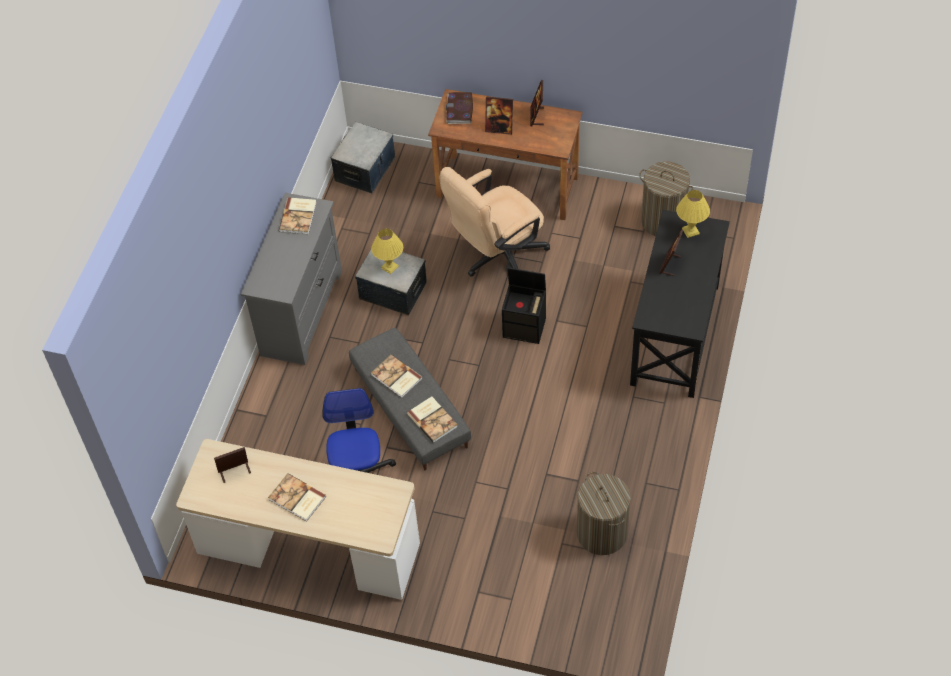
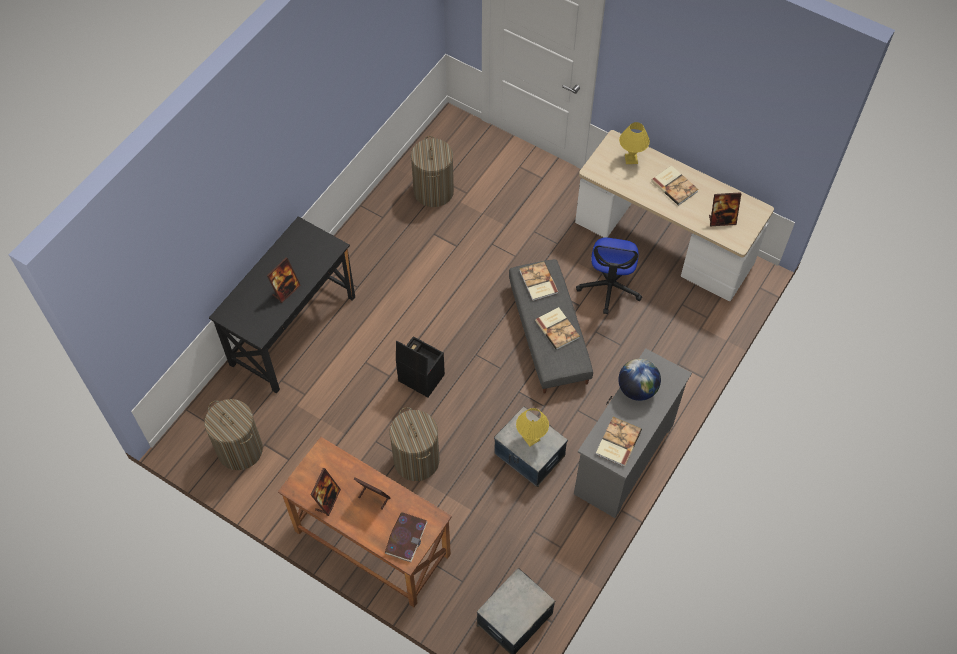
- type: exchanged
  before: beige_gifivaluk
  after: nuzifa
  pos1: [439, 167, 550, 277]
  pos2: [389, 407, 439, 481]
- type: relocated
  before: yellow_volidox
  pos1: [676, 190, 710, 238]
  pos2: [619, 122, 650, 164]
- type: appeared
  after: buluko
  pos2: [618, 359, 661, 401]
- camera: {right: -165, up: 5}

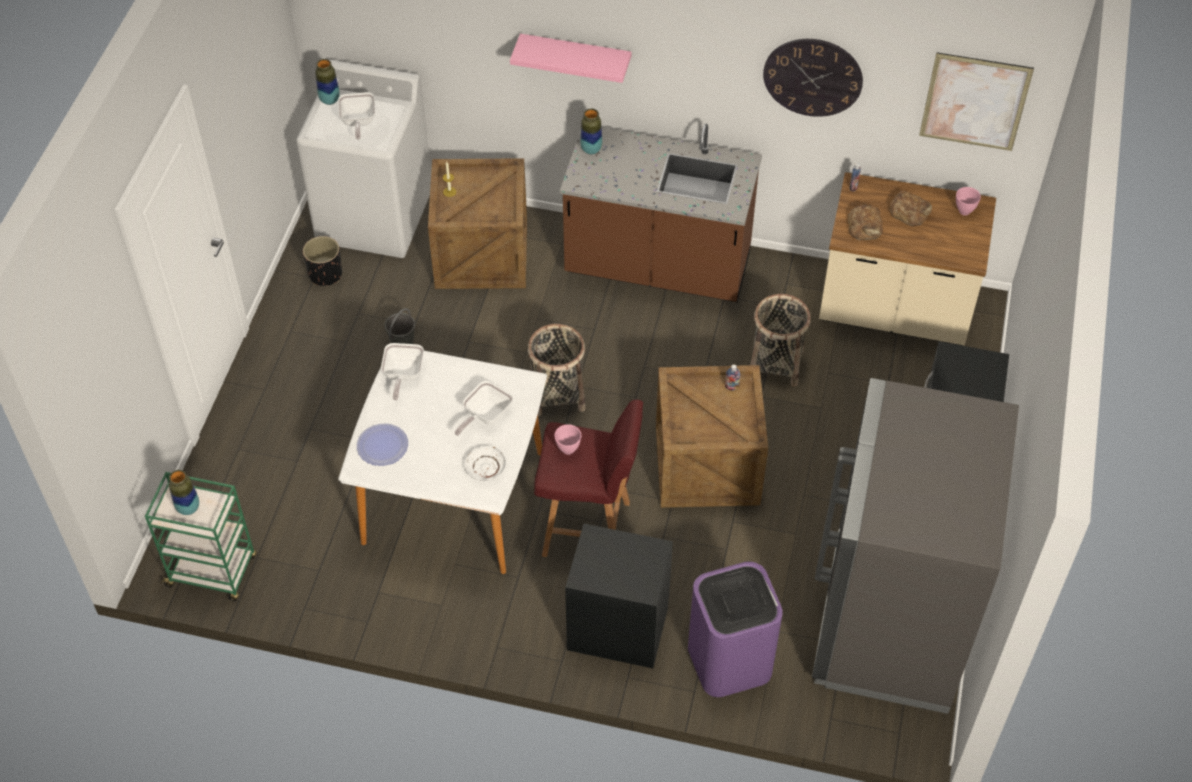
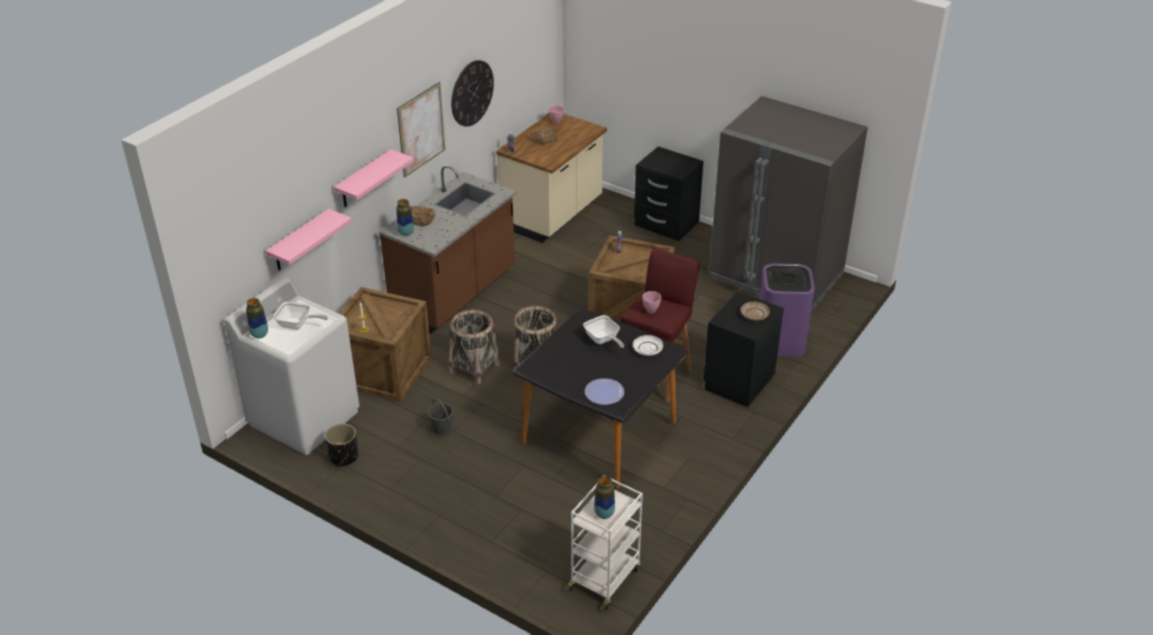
- type: colour
  before: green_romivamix
  after: white_romivamix
  pos1: [145, 472, 257, 601]
  pos2: [565, 475, 643, 611]
- type: colour
  before: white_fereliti
  after: black_fereliti
  pos1: [338, 351, 547, 574]
  pos2: [512, 308, 688, 488]
- type: missing
  before: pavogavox
  pos1: [381, 343, 424, 400]
- type: relocated
  before: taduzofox
  pos1: [750, 294, 810, 387]
  pos2: [449, 309, 500, 384]
- type: relocated
  before: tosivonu
  pos1: [848, 204, 883, 240]
  pos2: [411, 206, 435, 226]
- type: relocated
  before: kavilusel
  pos1: [919, 52, 1034, 151]
  pos2: [397, 82, 445, 178]
- type: appeared
  after: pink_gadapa
  pos2: [265, 209, 352, 271]
- type: appeared
  after: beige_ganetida
  pos2: [741, 301, 770, 321]
- camera: {right: -70, up: -15}

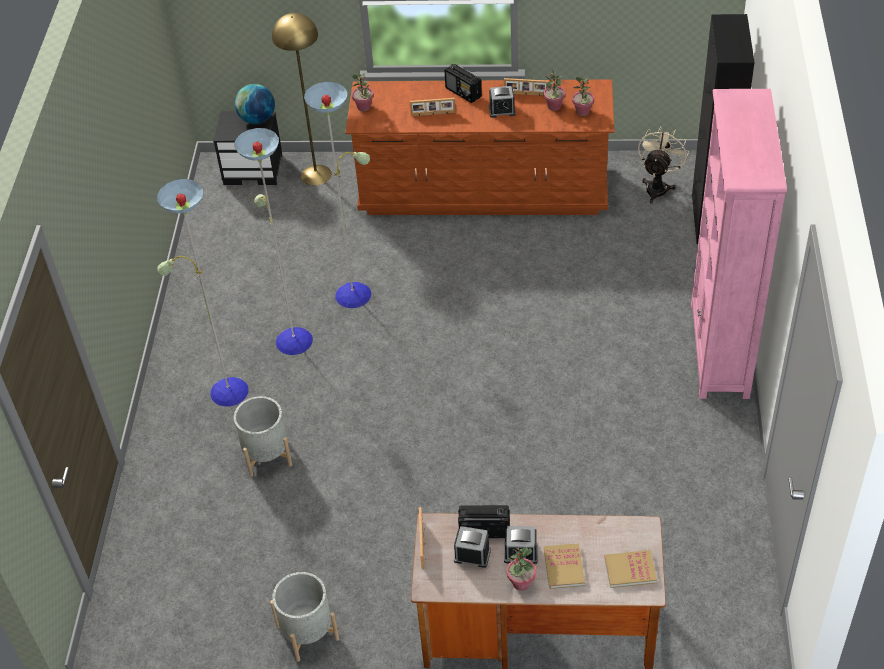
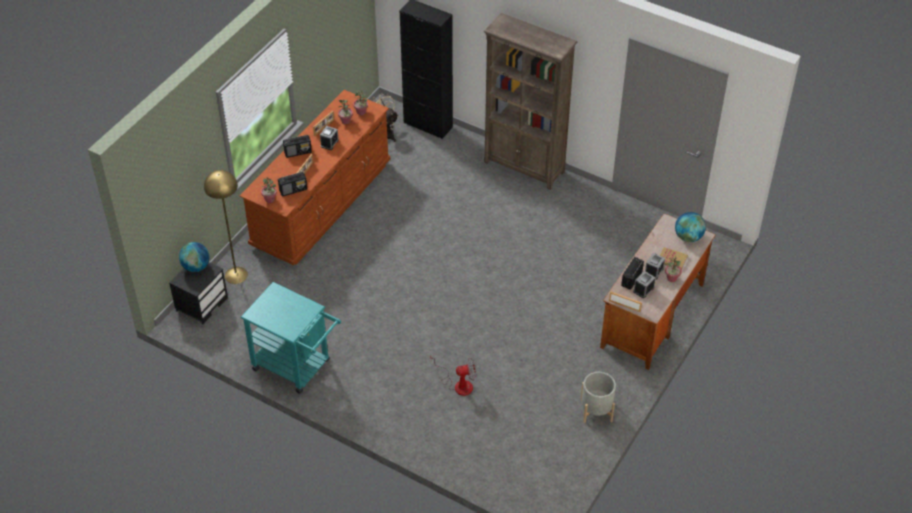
- type: missing
  before: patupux
  pos1: [157, 82, 371, 407]
- type: exchanged
  before: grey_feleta
  after: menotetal
  pos1: [234, 396, 292, 477]
  pos2: [431, 357, 477, 396]
- type: exchanged
  before: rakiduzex
  after: buluko
  pos1: [604, 550, 657, 588]
  pos2: [675, 212, 706, 242]
- type: colour
  before: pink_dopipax
  after: brown_dopipax
  pos1: [691, 89, 787, 399]
  pos2: [484, 13, 577, 190]
- type: appeared
  after: turquoise_romivamix
  pos2: [241, 282, 341, 394]
- type: appeared
  after: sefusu
  pos2: [278, 172, 307, 196]
- camera: {right: -65, up: 0}

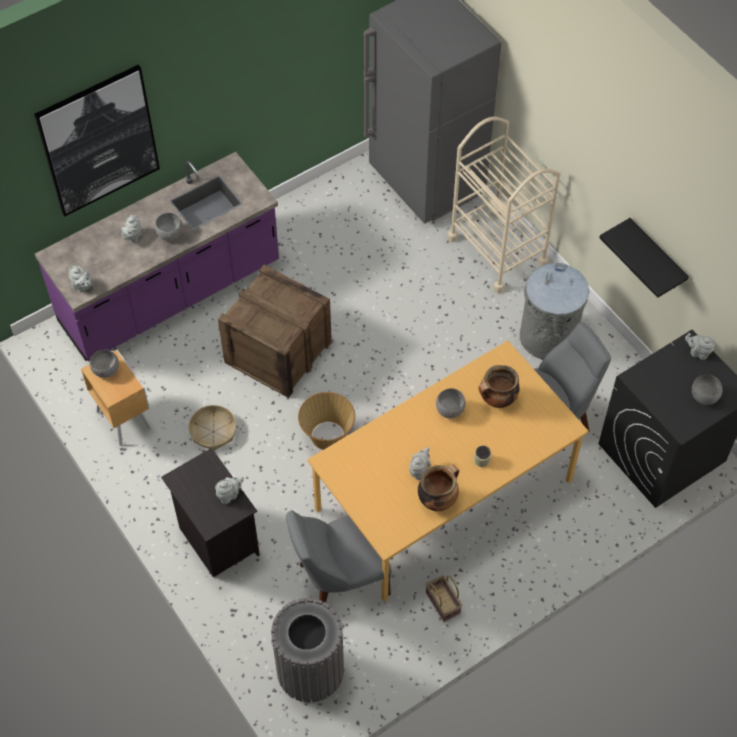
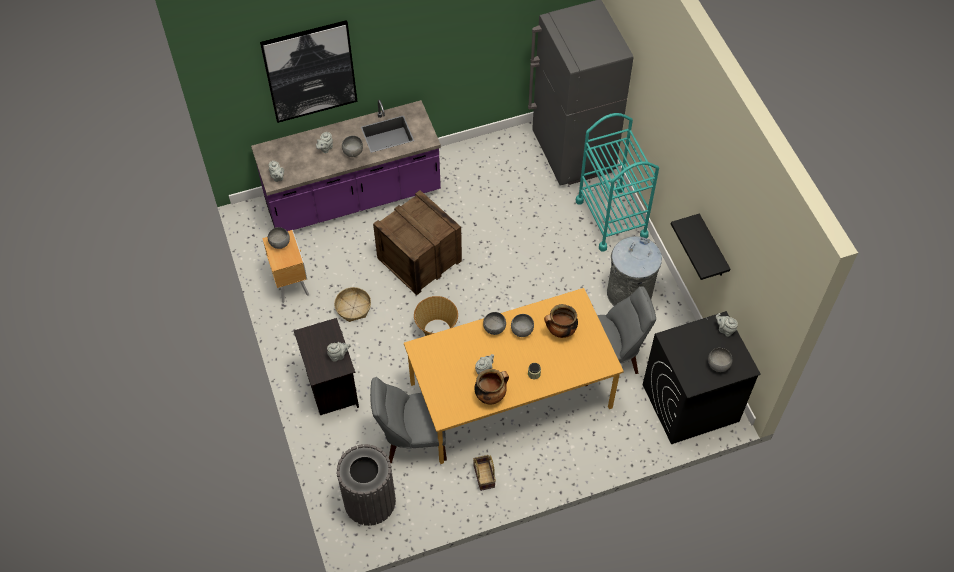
- type: colour
  before: beige_romivamix
  after: turquoise_romivamix
  pos1: [447, 116, 560, 293]
  pos2: [576, 113, 659, 252]
- type: appeared
  after: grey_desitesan
  pos2: [483, 312, 506, 335]
- camera: {right: 15, up: 0}

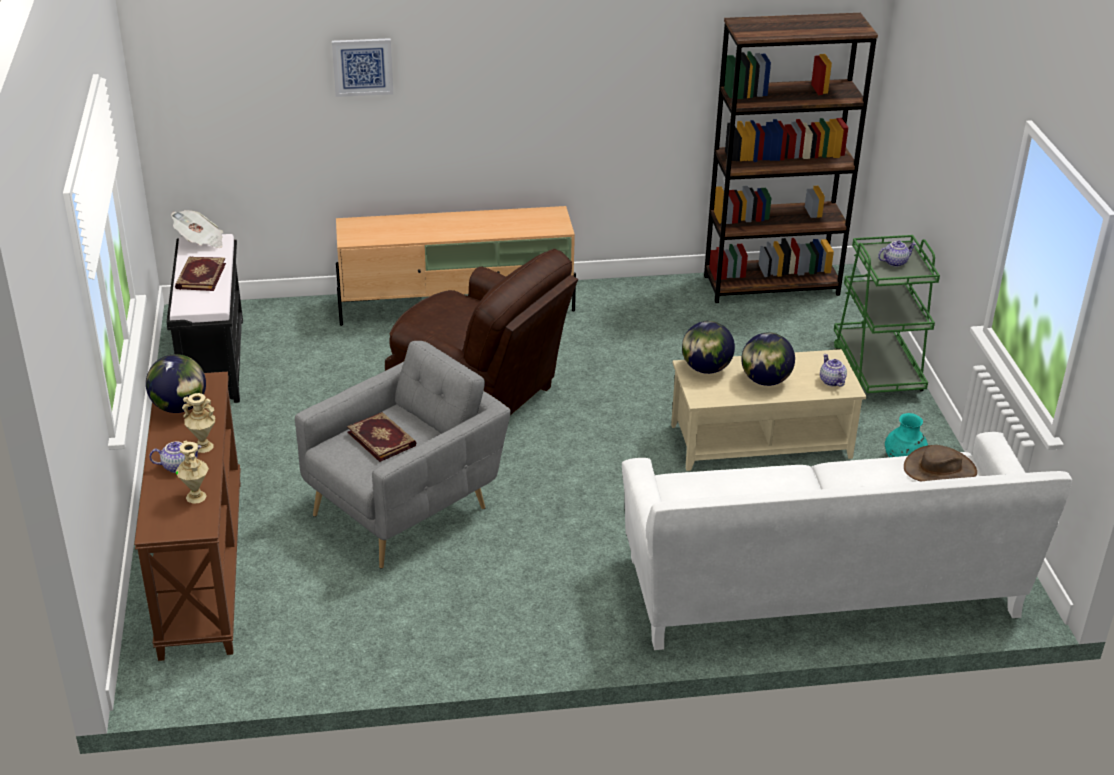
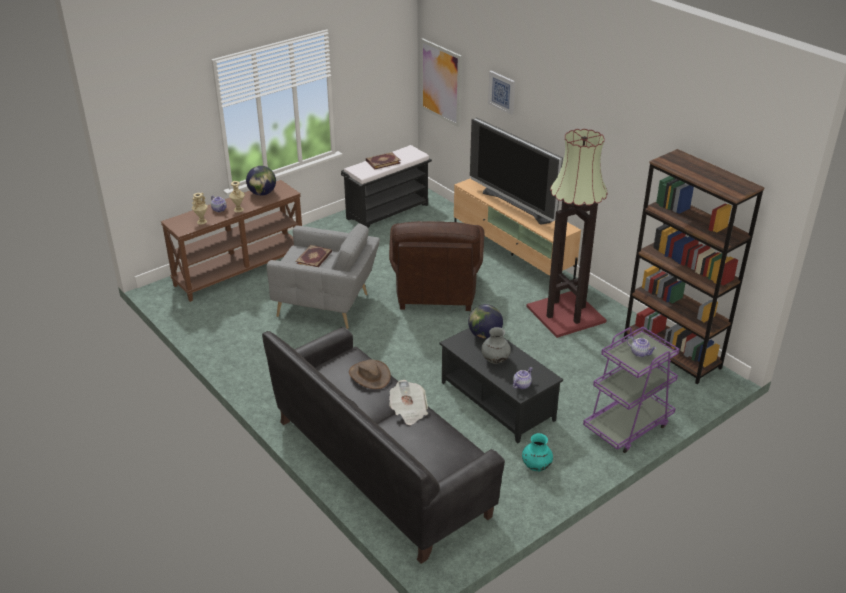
- type: relocated
  before: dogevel
  pos1: [171, 210, 223, 248]
  pos2: [389, 380, 428, 425]
- type: colour
  before: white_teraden
  after: black_teraden
  pos1: [622, 432, 1072, 650]
  pos2: [262, 327, 505, 564]
- type: colour
  before: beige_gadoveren
  after: black_gadoveren
  pos1: [671, 349, 866, 471]
  pos2: [439, 328, 563, 443]
- type: exchanged
  before: buluko
  after: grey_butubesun
  pos1: [741, 332, 795, 386]
  pos2: [481, 327, 511, 364]
- type: colour
  before: green_romivamix
  after: purple_romivamix
  pos1: [834, 235, 940, 393]
  pos2: [583, 326, 679, 453]
- type: relocated
  before: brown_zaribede
  pos1: [904, 445, 977, 481]
  pos2: [349, 359, 391, 389]
- type: appeared
  after: kavilusel
  pos2: [421, 38, 462, 127]
- type: appeared
  after: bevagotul
  pos2: [470, 117, 563, 224]
- type: appeared
  after: patupux
  pos2: [526, 129, 608, 338]
- camera: {right: 60, up: 0}

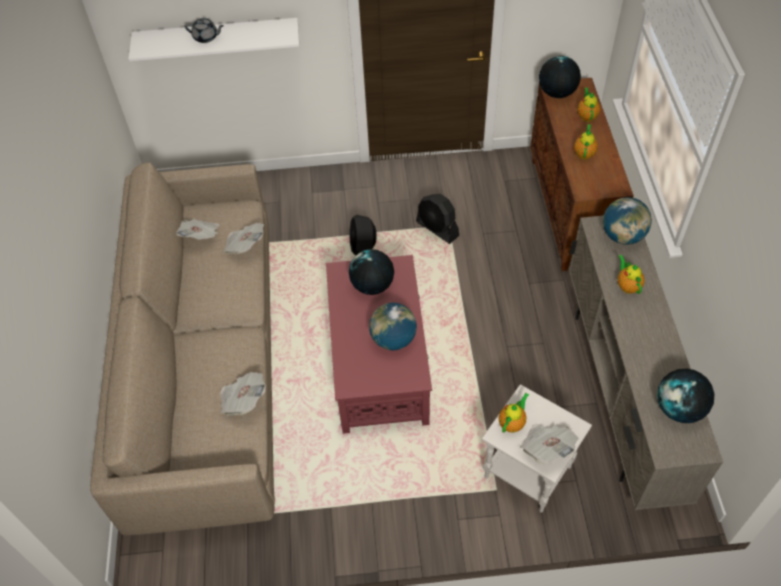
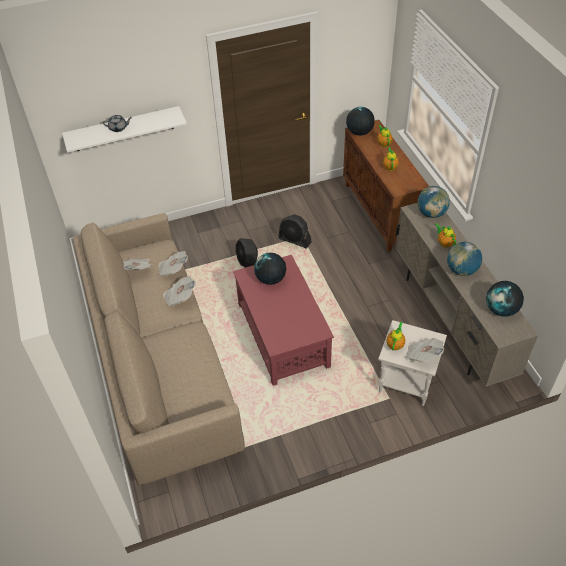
- type: relocated
  before: dogevel
  pos1: [220, 372, 266, 415]
  pos2: [163, 276, 196, 307]
- type: relocated
  before: buluko
  pos1: [369, 303, 417, 350]
  pos2: [447, 242, 482, 276]
- camera: {right: -15, up: -5}

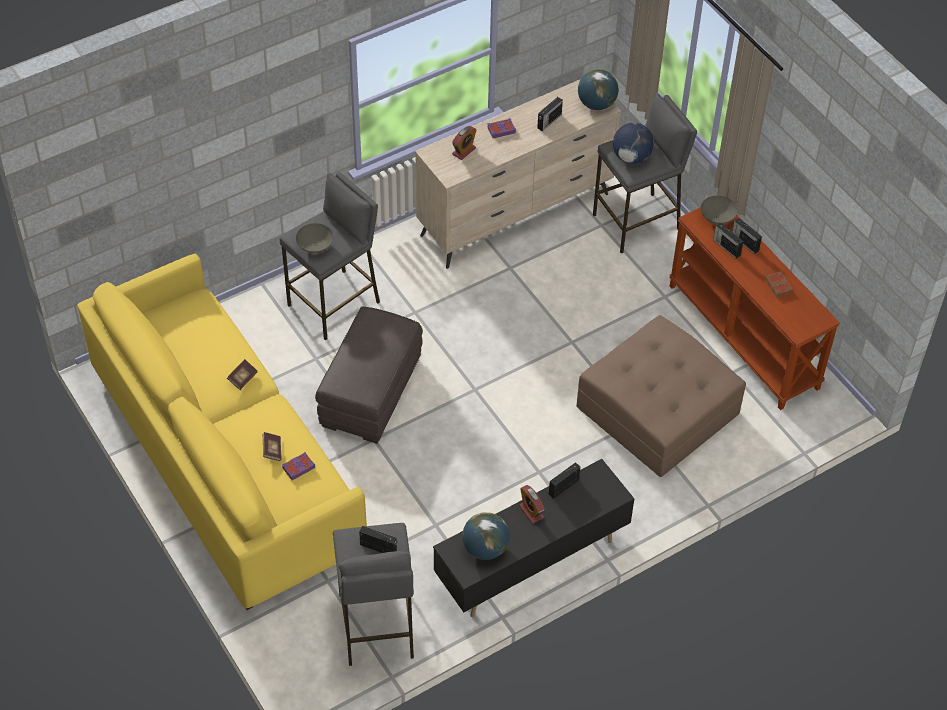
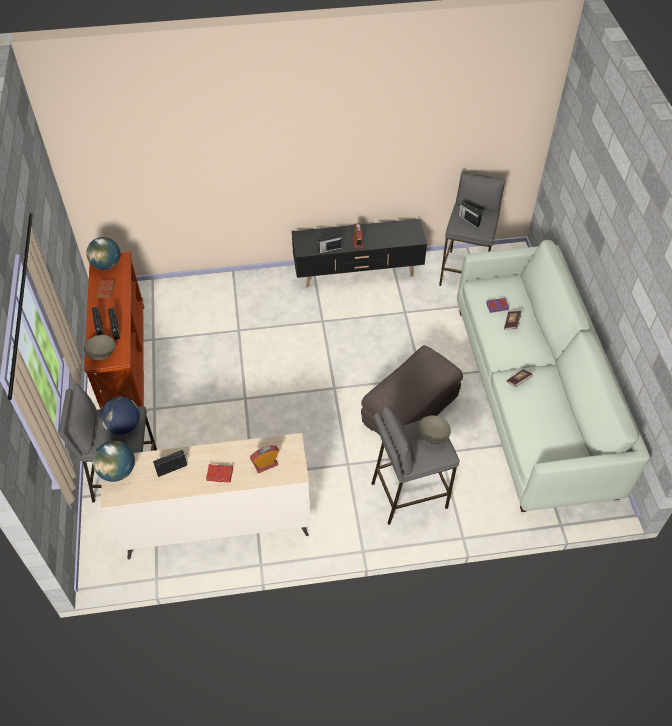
- type: colour
  before: yellow_teraden
  after: white_teraden
  pos1: [77, 254, 367, 610]
  pos2: [457, 240, 650, 512]
- type: relocated
  before: buluko
  pos1: [462, 512, 510, 560]
  pos2: [86, 237, 120, 270]
- type: colour
  before: purple_rakiduzex
  after: red_rakiduzex
  pos1: [487, 118, 516, 138]
  pos2: [206, 464, 233, 483]
- type: missing
  before: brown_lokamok
  pos1: [576, 315, 746, 477]
- camera: {right: -155, up: 0}

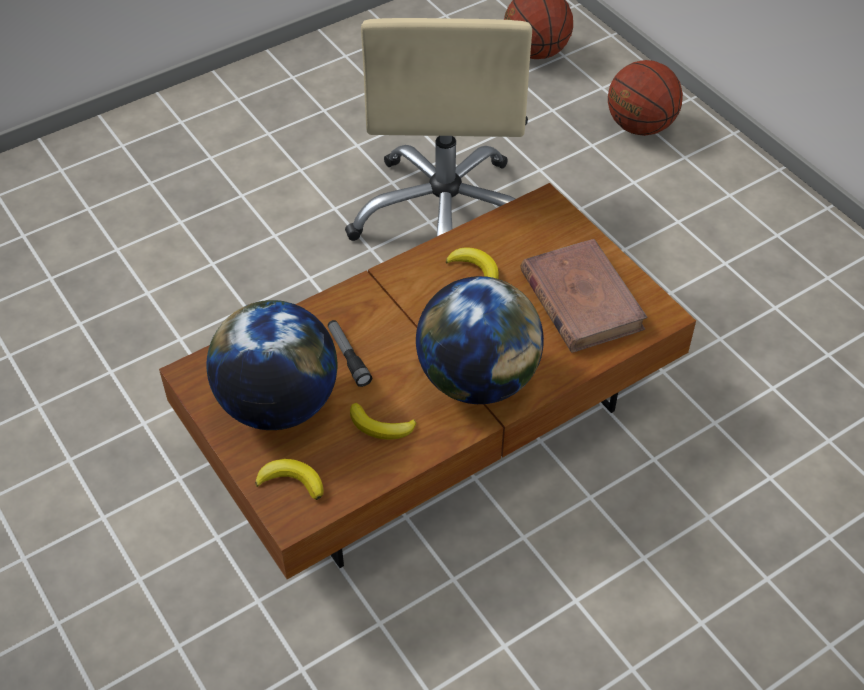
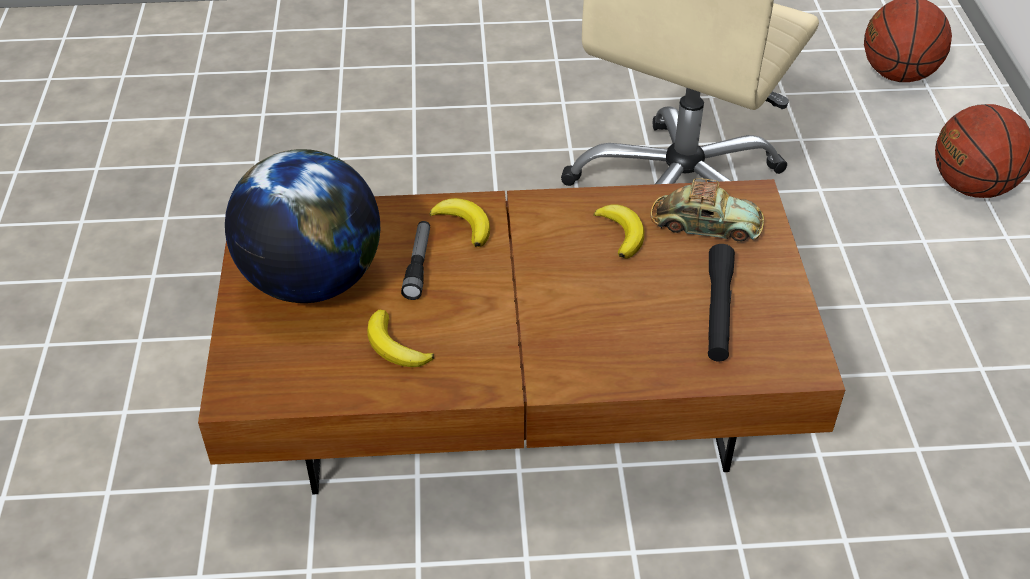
- type: relocated
  before: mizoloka
  pos1: [255, 459, 324, 500]
  pos2: [430, 198, 490, 247]
- type: missing
  before: buluko
  pos1: [416, 276, 544, 404]
- type: exchanged
  before: brown_rakiduzex
  after: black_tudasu
  pos1: [520, 239, 647, 353]
  pos2: [708, 244, 735, 361]
- type: appeared
  after: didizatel
  pos2: [650, 178, 764, 242]
- camera: {right: 30, up: -5}

